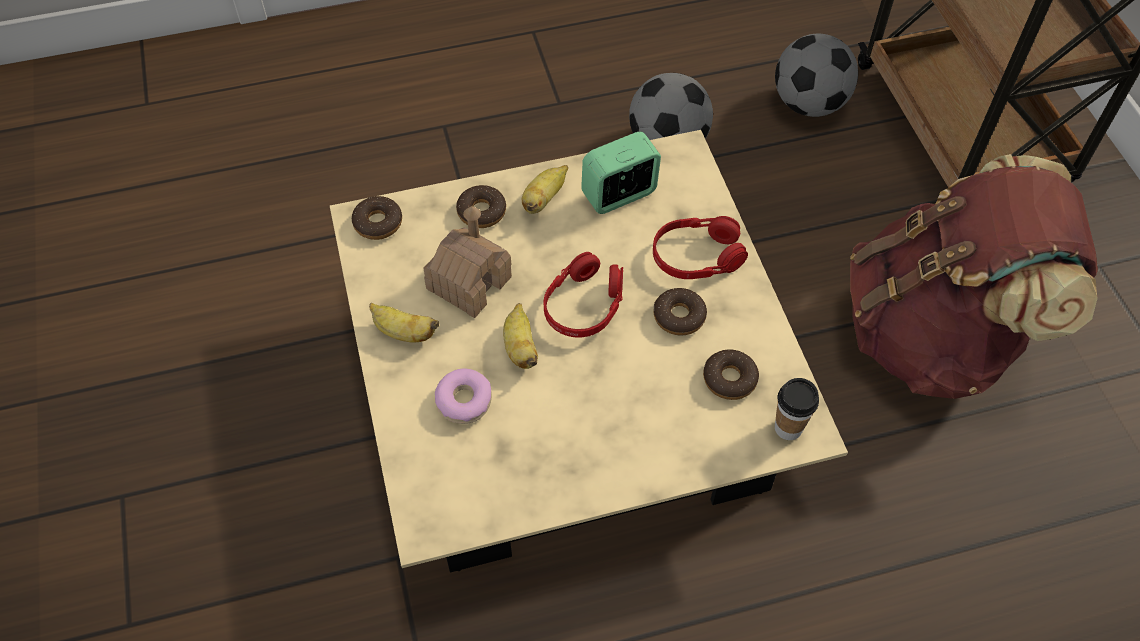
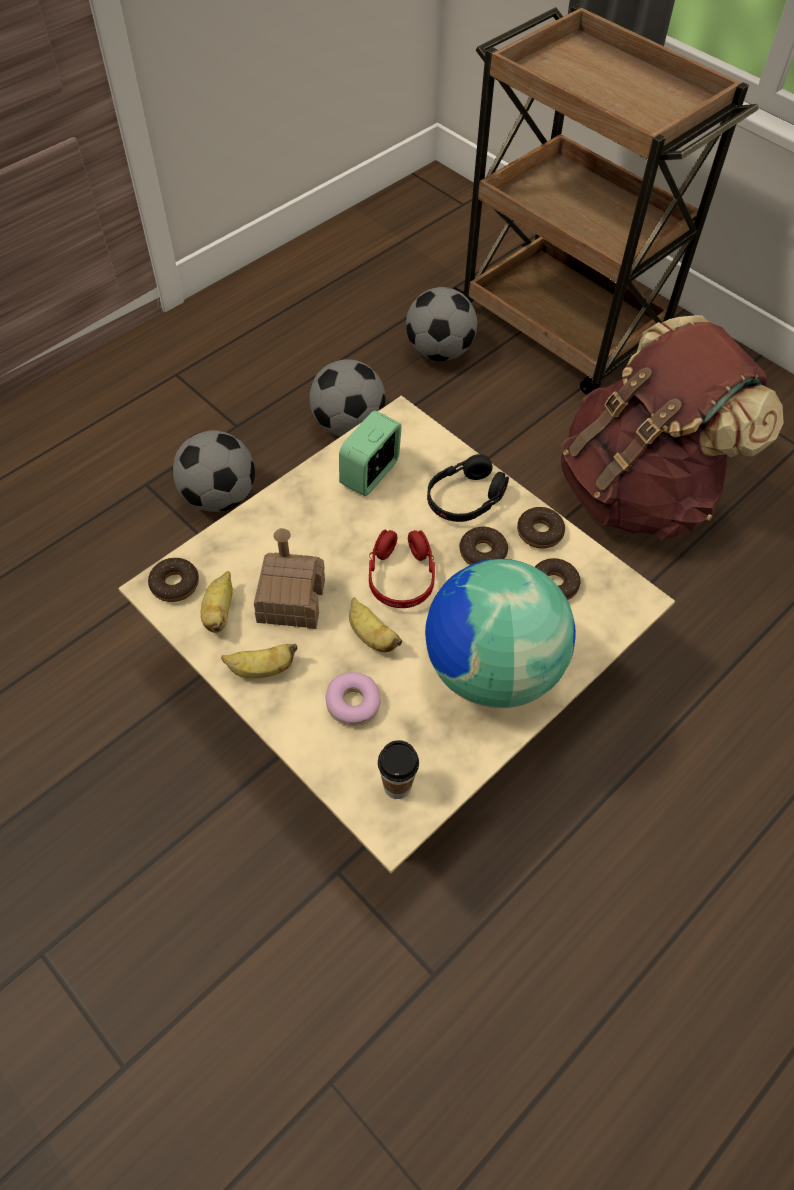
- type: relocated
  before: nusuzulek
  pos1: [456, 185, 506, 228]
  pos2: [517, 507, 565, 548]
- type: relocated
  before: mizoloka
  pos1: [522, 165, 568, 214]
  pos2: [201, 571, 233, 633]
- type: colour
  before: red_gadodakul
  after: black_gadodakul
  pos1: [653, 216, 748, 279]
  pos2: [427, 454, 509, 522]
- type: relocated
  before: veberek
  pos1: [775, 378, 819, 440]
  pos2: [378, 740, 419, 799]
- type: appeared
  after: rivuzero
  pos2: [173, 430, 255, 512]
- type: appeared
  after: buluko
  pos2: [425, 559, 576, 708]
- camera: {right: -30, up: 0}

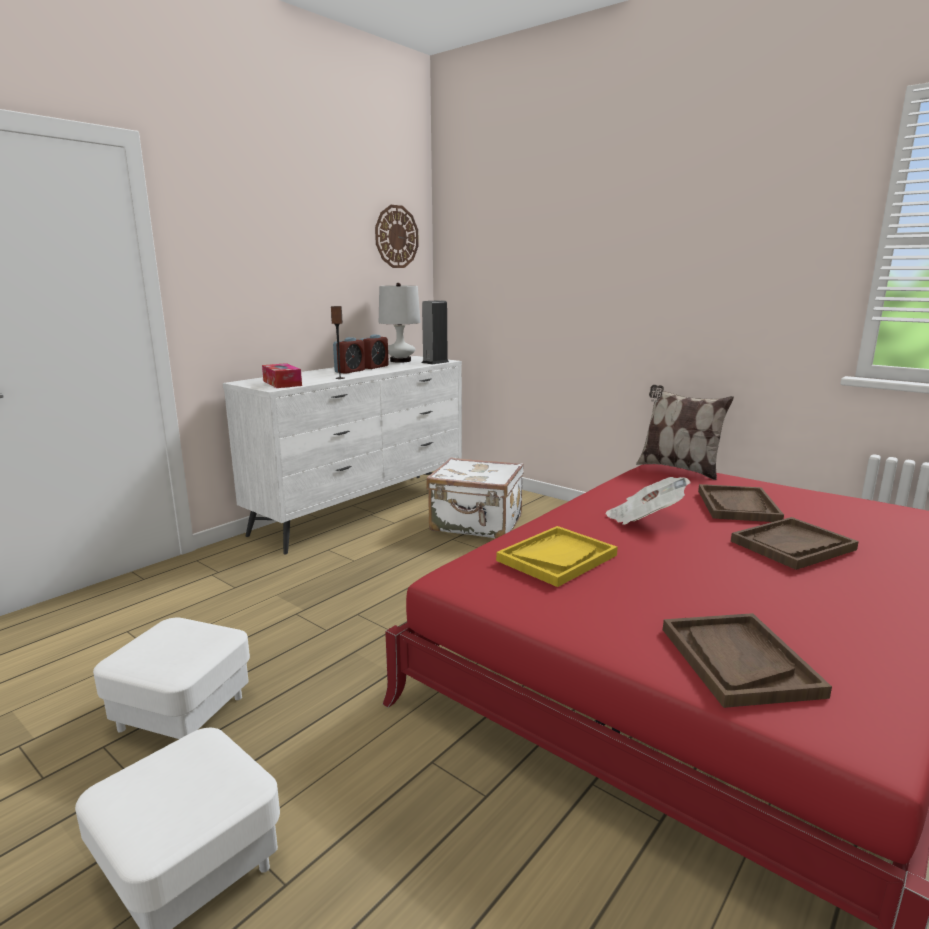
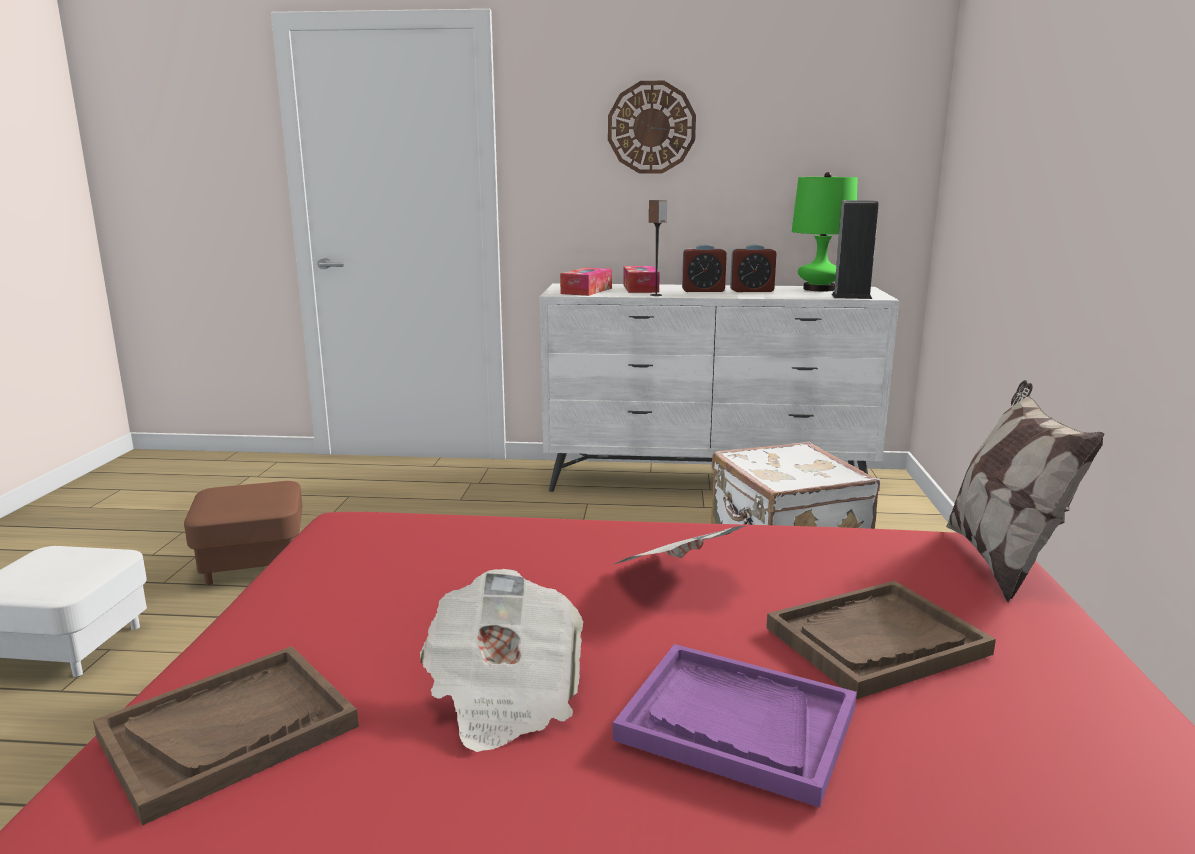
- type: colour
  before: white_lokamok
  after: brown_lokamok
  pos1: [93, 618, 250, 739]
  pos2: [184, 481, 303, 586]
- type: relocated
  before: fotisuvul
  pos1: [375, 205, 419, 268]
  pos2: [608, 81, 696, 174]
- type: colour
  before: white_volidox
  after: green_volidox
  pos1: [379, 283, 421, 362]
  pos2: [792, 172, 858, 291]
- type: missing
  before: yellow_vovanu
  pos1: [496, 526, 618, 587]
- type: colour
  before: brown_vovanu
  after: purple_vovanu
  pos1: [731, 517, 859, 570]
  pos2: [613, 644, 857, 808]
- type: appeared
  after: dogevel
  pos2: [420, 569, 583, 752]
- type: appeared
  after: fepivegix
  pos2: [623, 266, 660, 293]
- camera: {right: 55, up: 0}

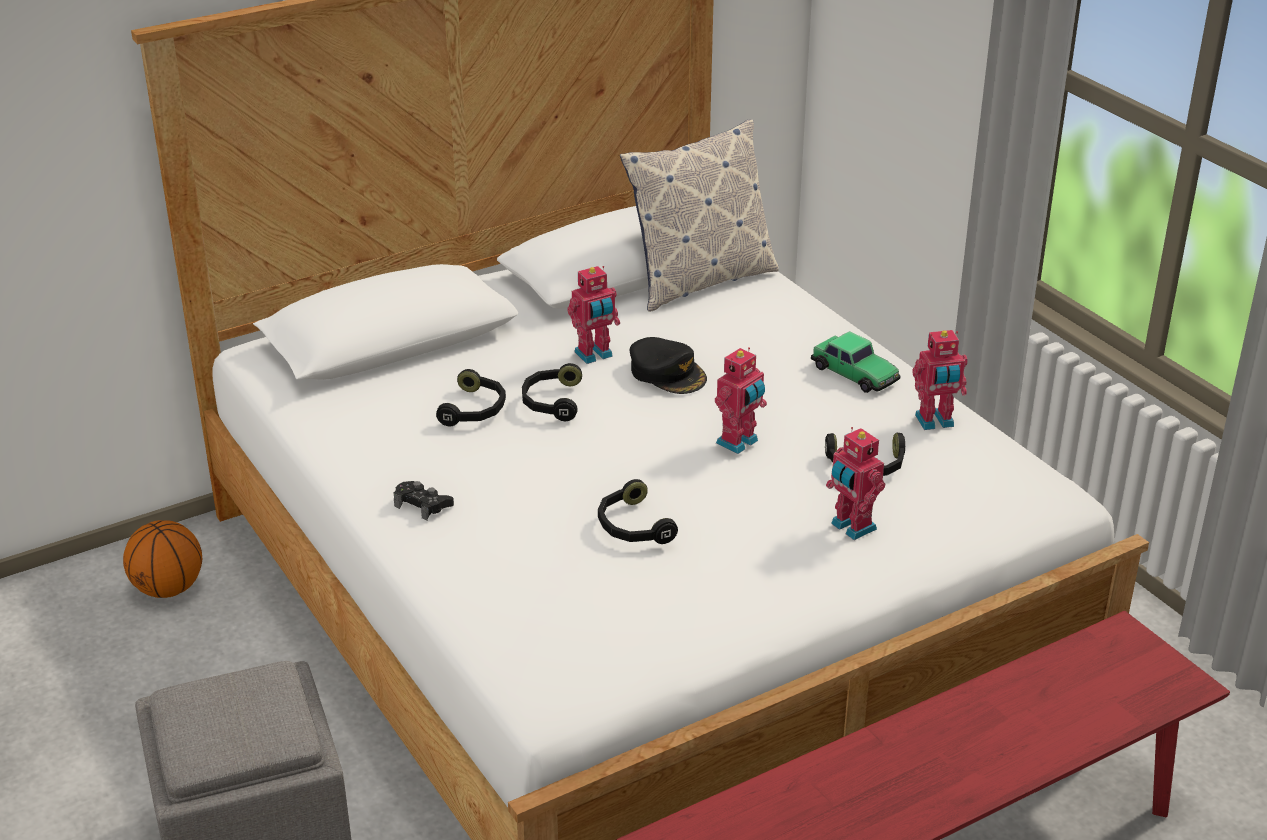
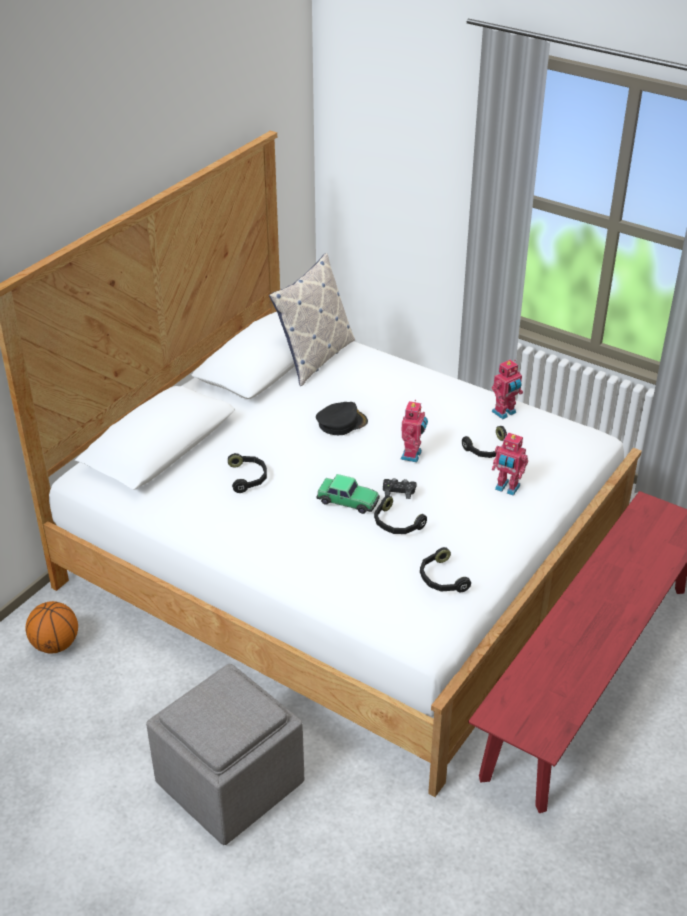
- type: relocated
  before: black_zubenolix
  pos1: [394, 481, 454, 520]
  pos2: [383, 478, 417, 499]
- type: relocated
  before: black_gadodakul
  pos1: [522, 363, 582, 421]
  pos2: [420, 547, 471, 592]
- type: missing
  before: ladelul
  pos1: [567, 266, 620, 364]
- type: spun
  before: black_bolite
  pos1: [630, 337, 707, 394]
  pos2: [316, 402, 368, 435]
  turn: -45
- type: relocated
  before: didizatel
  pos1: [811, 331, 900, 393]
  pos2: [316, 474, 380, 514]
- camera: {right: -25, up: 5}

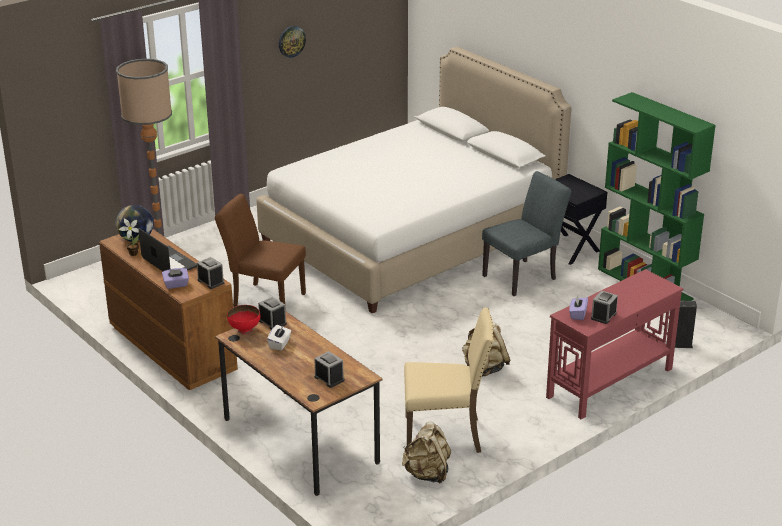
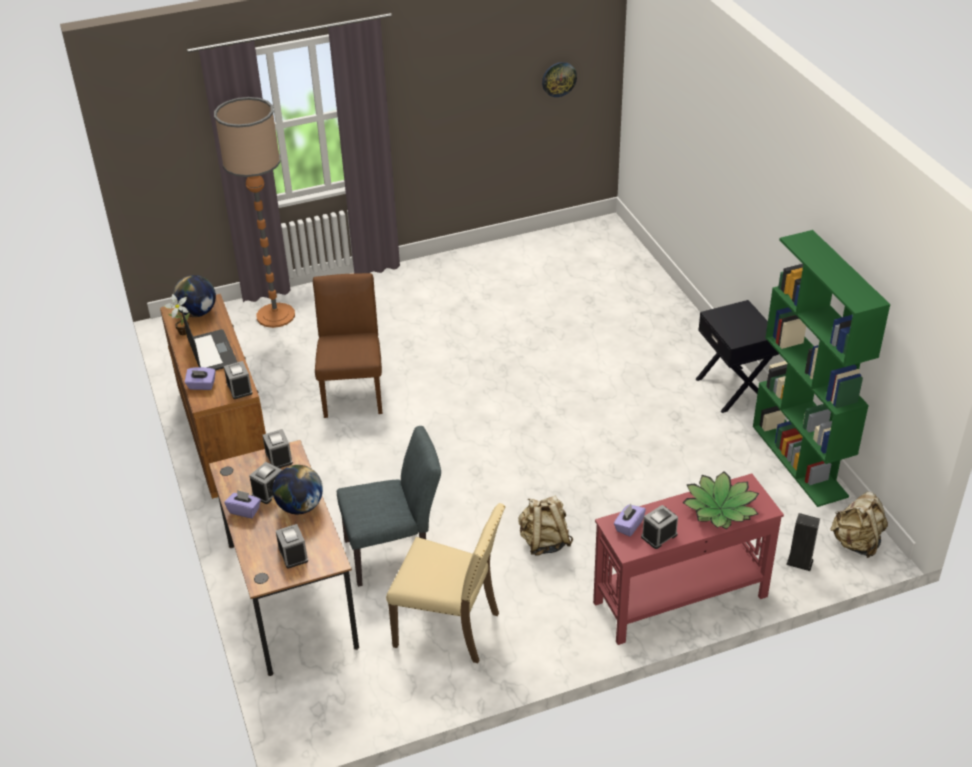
- type: spun
  before: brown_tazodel
  pos1: [215, 194, 306, 311]
  pos2: [313, 273, 383, 418]
  turn: 45
- type: missing
  before: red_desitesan
  pos1: [227, 305, 261, 334]
- type: missing
  before: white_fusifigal
  pos1: [256, 47, 571, 314]
- type: exchanged
  before: white_fepivegix
  after: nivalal
  pos1: [267, 325, 291, 350]
  pos2: [249, 462, 282, 504]
- type: relocated
  before: fotisuvul
  pos1: [279, 26, 306, 58]
  pos2: [542, 62, 577, 97]
- type: relocated
  before: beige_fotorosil
  pos1: [402, 422, 451, 484]
  pos2: [830, 492, 888, 558]
- type: relocated
  before: grey_tazodel
  pos1: [482, 171, 571, 296]
  pos2: [337, 426, 441, 587]
- type: appeared
  after: purple_fepivegix
  pos2: [225, 490, 261, 518]
- type: appeared
  after: buluko
  pos2: [273, 465, 323, 514]
- type: appeared
  after: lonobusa
  pos2: [682, 471, 759, 529]
- camera: {right: 20, up: 10}

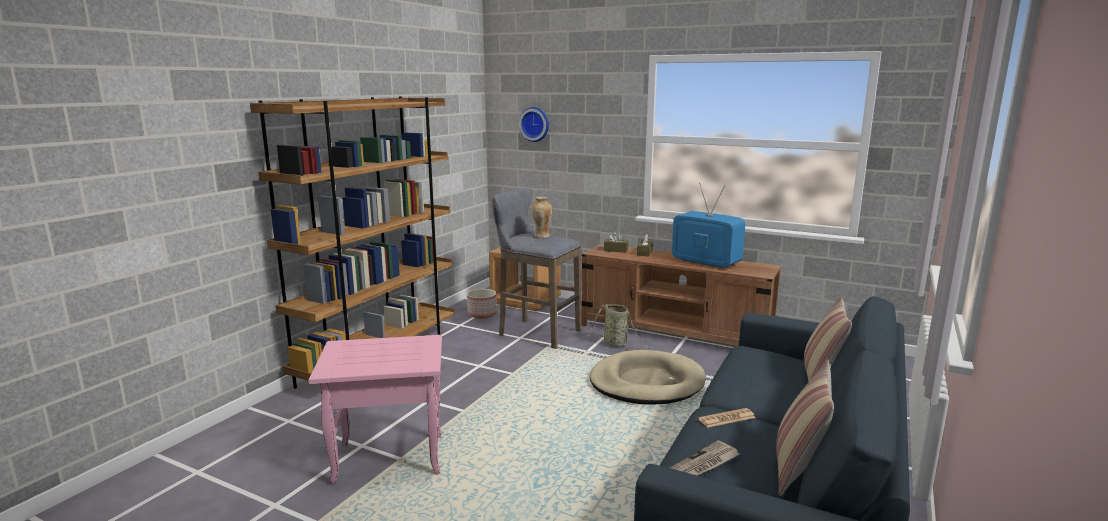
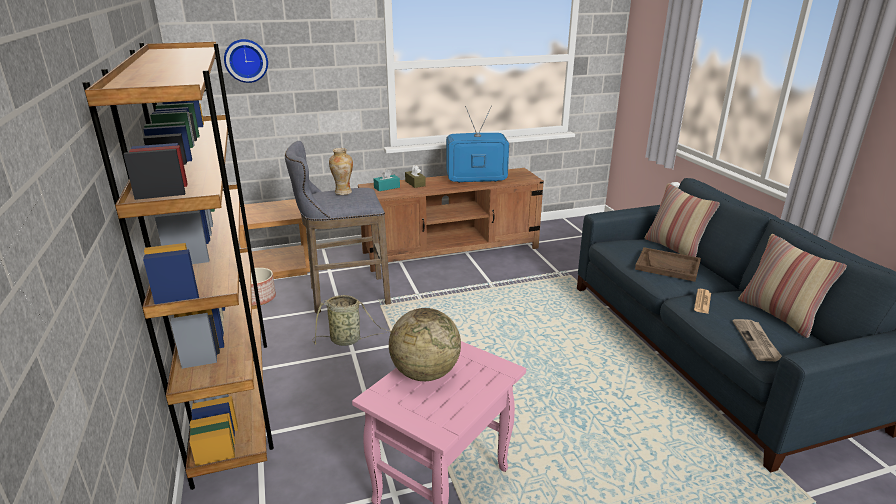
- type: relocated
  before: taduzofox
  pos1: [588, 304, 648, 349]
  pos2: [313, 295, 391, 346]
- type: missing
  before: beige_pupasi
  pos1: [590, 350, 706, 405]
- type: colour
  before: brown_fepivegix
  after: turquoise_fepivegix
  pos1: [604, 232, 628, 252]
  pos2: [373, 169, 400, 191]
- type: appeared
  after: buluko
  pos2: [389, 308, 461, 381]
- type: appeared
  after: brown_vovanu
  pos2: [635, 247, 701, 282]
- camera: {right: -45, up: 10}

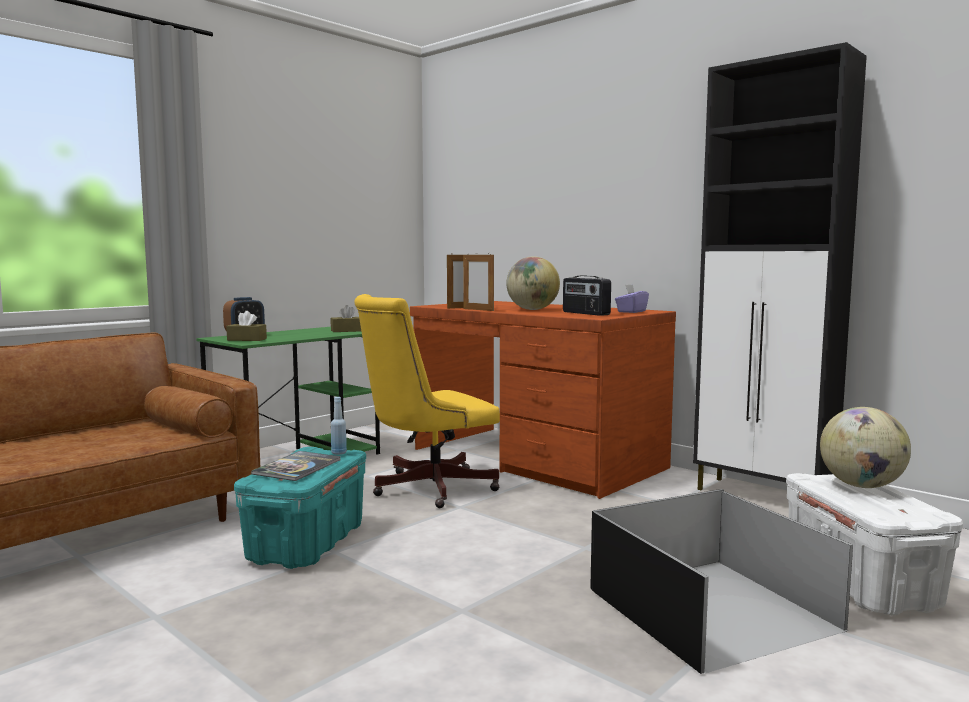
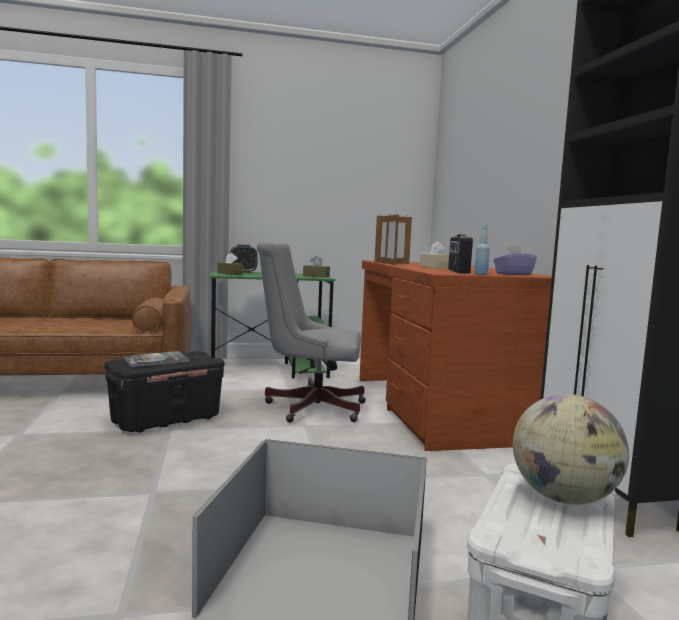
- type: colour
  before: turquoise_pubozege
  after: black_pubozege
  pos1: [234, 447, 366, 569]
  pos2: [104, 351, 225, 433]
- type: relocated
  before: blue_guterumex
  pos1: [331, 397, 347, 455]
  pos2: [474, 225, 490, 275]
- type: colour
  before: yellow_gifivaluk
  after: grey_gifivaluk
  pos1: [354, 294, 500, 508]
  pos2: [257, 242, 366, 423]
- type: exchanged
  before: buluko
  after: beige_fepivegix
  pos1: [506, 256, 560, 310]
  pos2: [420, 241, 449, 269]
- camera: {right: 35, up: 0}

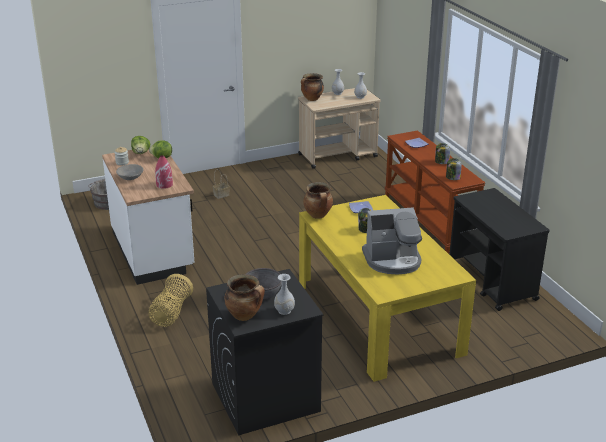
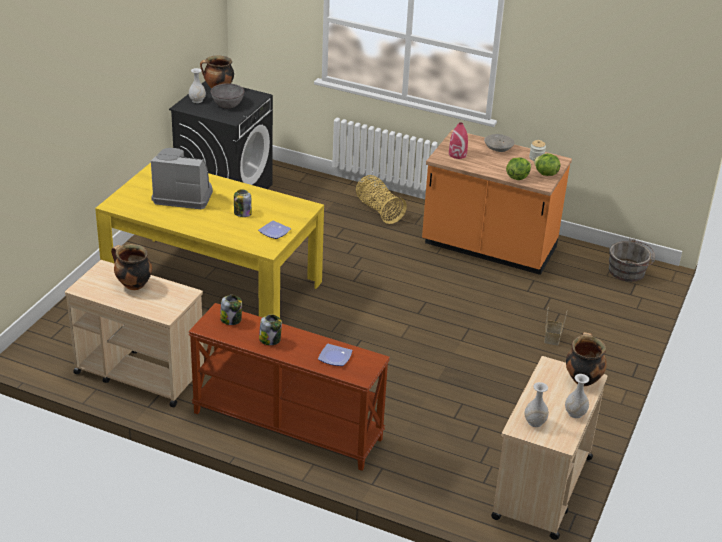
- type: colour
  before: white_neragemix
  after: orange_neragemix
  pos1: [102, 150, 194, 285]
  pos2: [422, 130, 572, 275]
- type: relocated
  before: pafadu
  pos1: [303, 182, 333, 219]
  pos2: [111, 244, 152, 290]
- type: spun
  before: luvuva
  pos1: [362, 208, 422, 274]
  pos2: [151, 148, 213, 209]
  turn: 60
- type: colour
  before: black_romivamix
  after: beige_romivamix
  pos1: [449, 188, 549, 311]
  pos2: [65, 260, 204, 407]
- camera: {right: 135, up: 5}

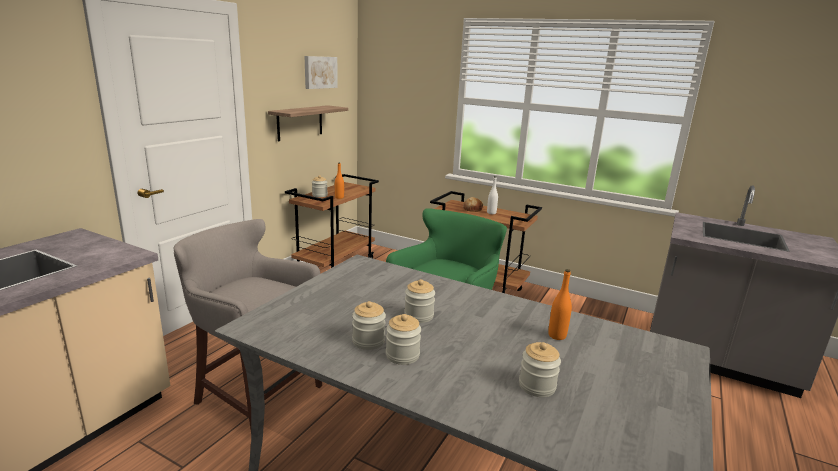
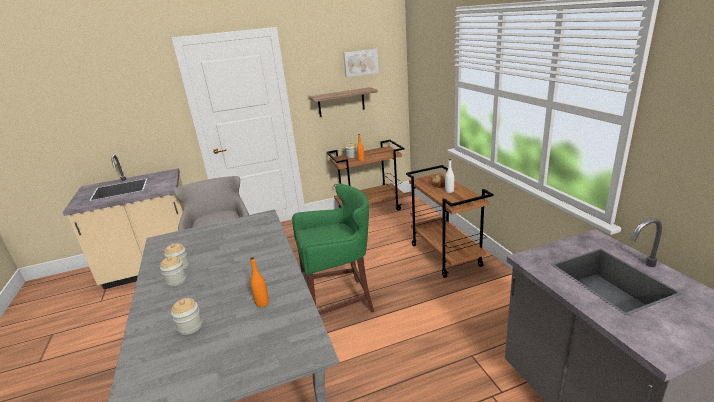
- type: missing
  before: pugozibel
  pos1: [404, 279, 435, 323]
- camera: {right: 45, up: 5}

